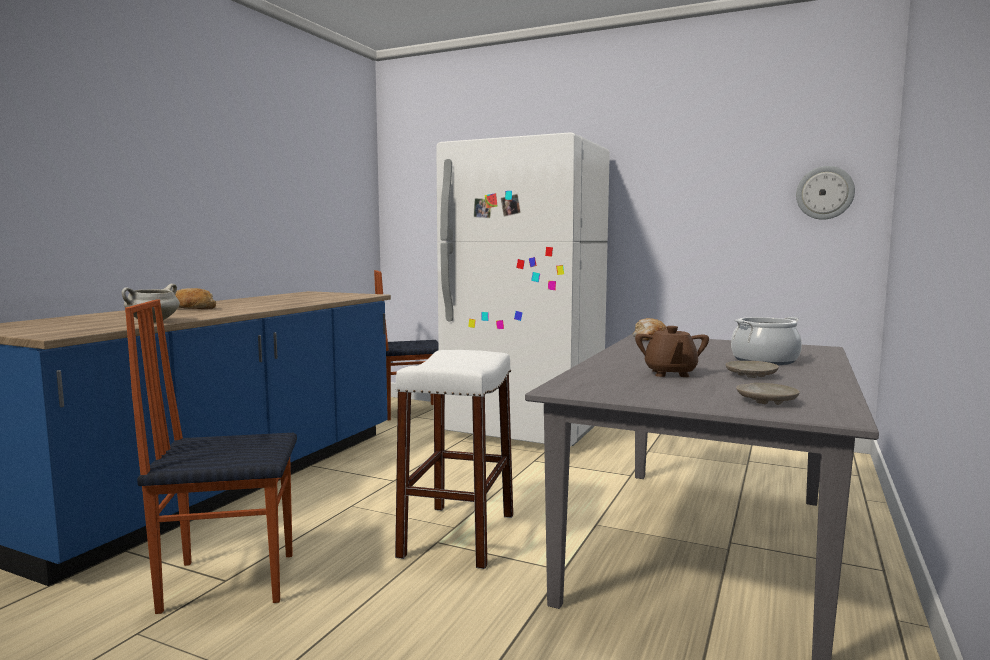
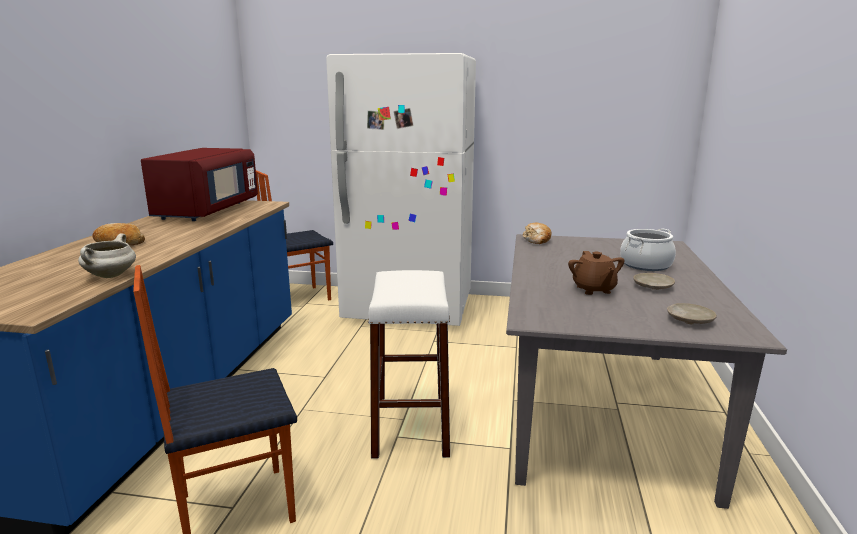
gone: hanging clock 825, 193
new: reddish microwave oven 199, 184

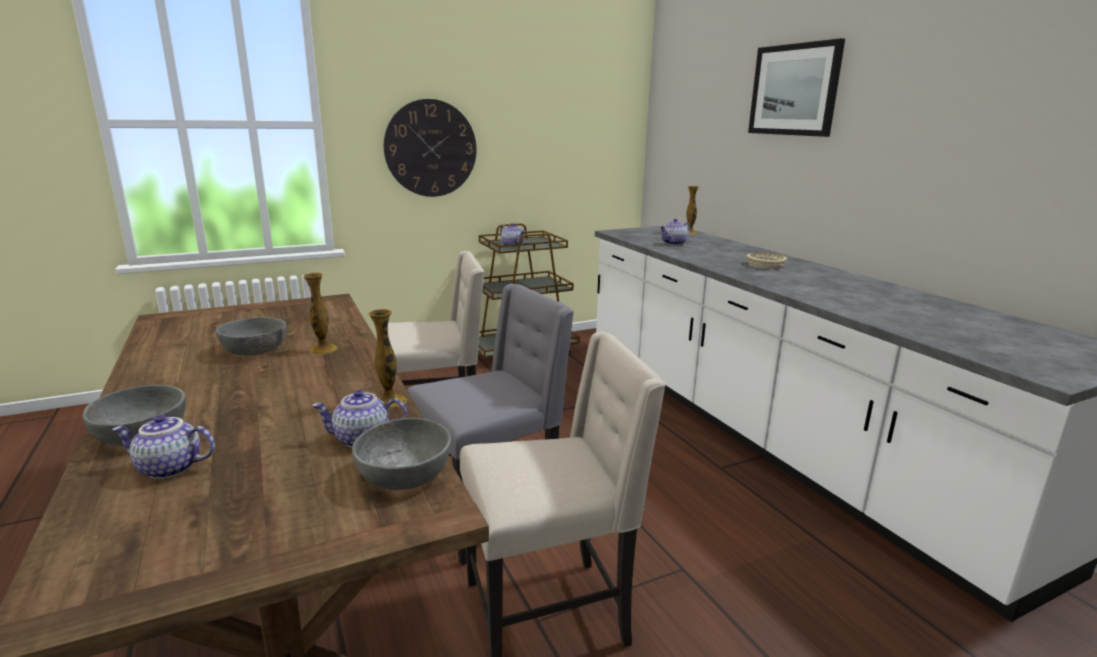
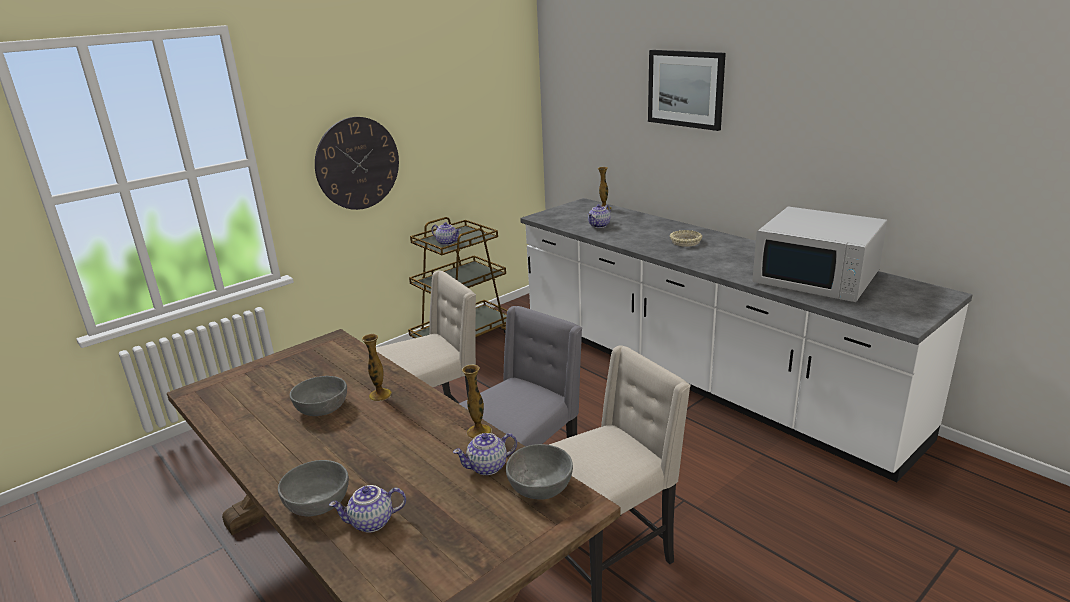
new: whitish microwave oven 819, 254

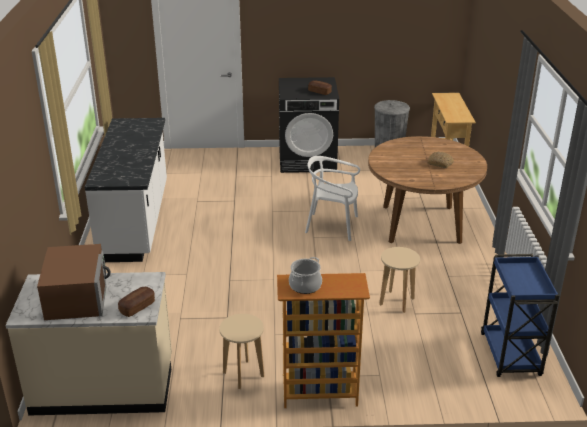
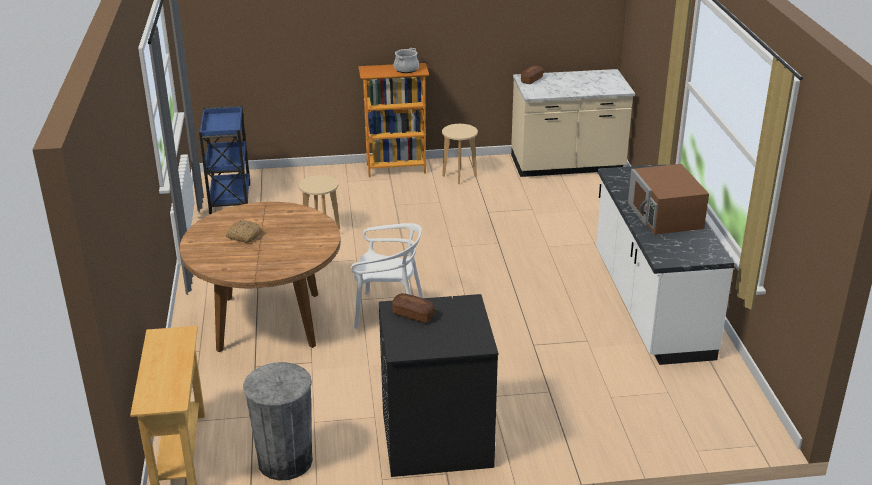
shifted: brownish microwave oven 74, 282 to 668, 199

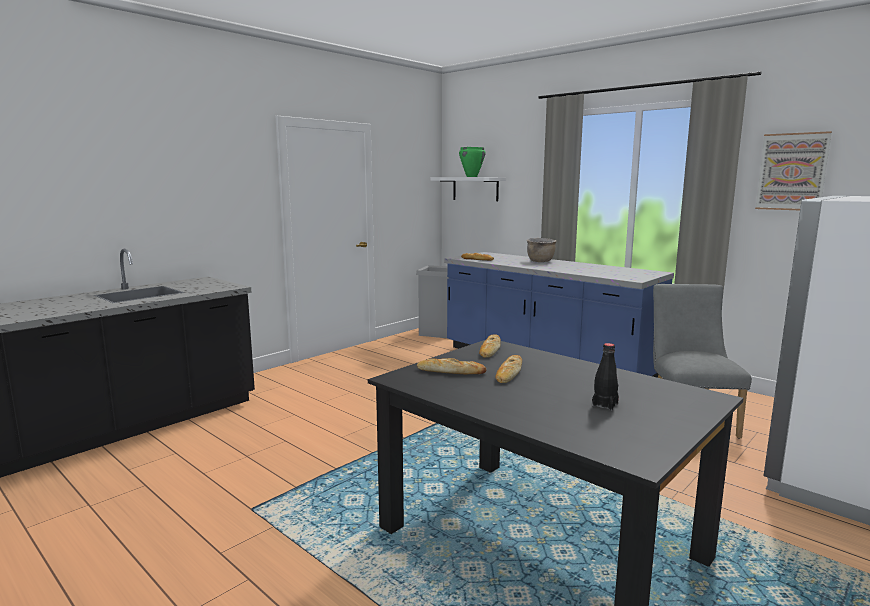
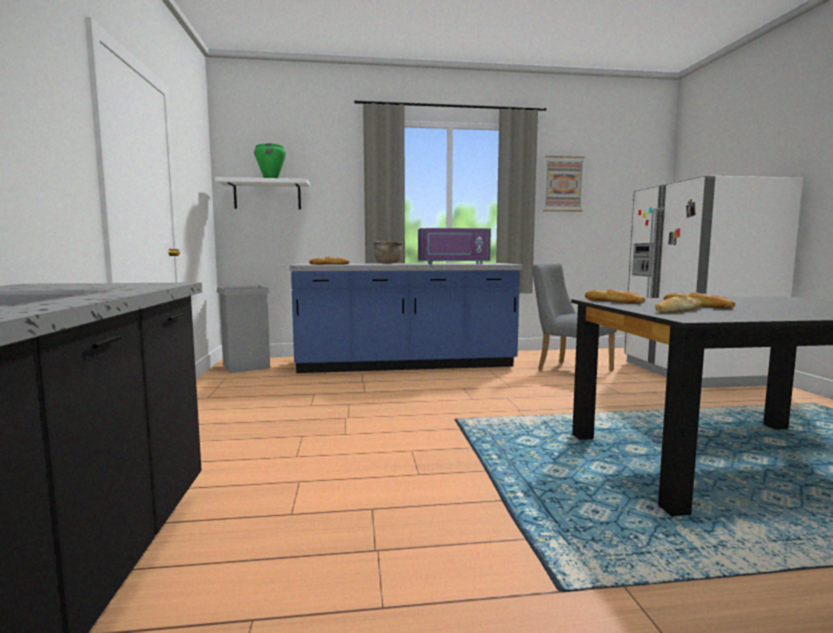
gone: black drink bottle 605, 377
new: purple microwave oven 454, 246

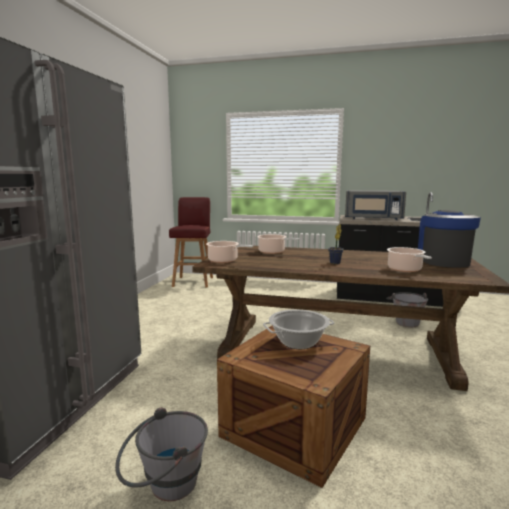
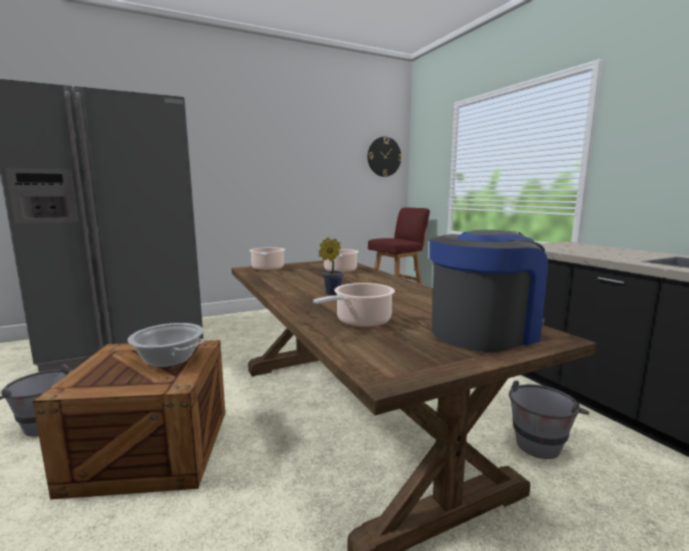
gone: greyish microwave oven 375, 205
new: hanging clock 384, 157

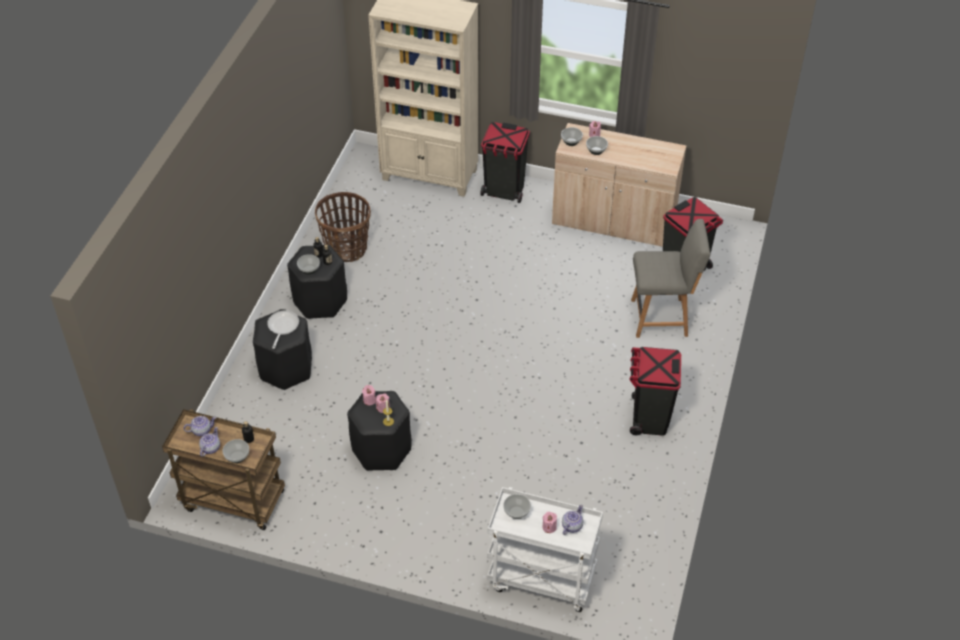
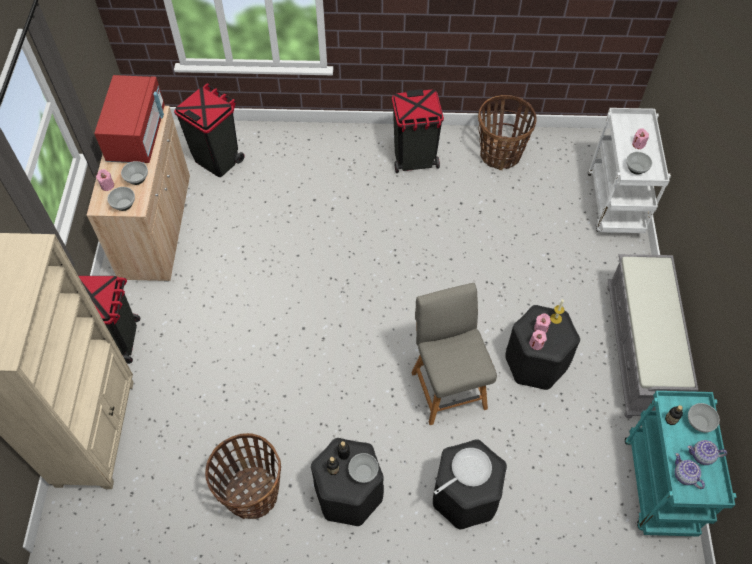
gone: pot for tea 573, 520
new: reddish microwave oven 129, 119; basket 507, 132; greyish long seat 652, 336
shifted: greyish plain chair 670, 278 to 454, 354
repainted: brownish wheeled cart 223, 469 to blue-green wheeled cart 680, 464
rotated: frying pan 283, 329 = 463, 471 150 degrees clockwise

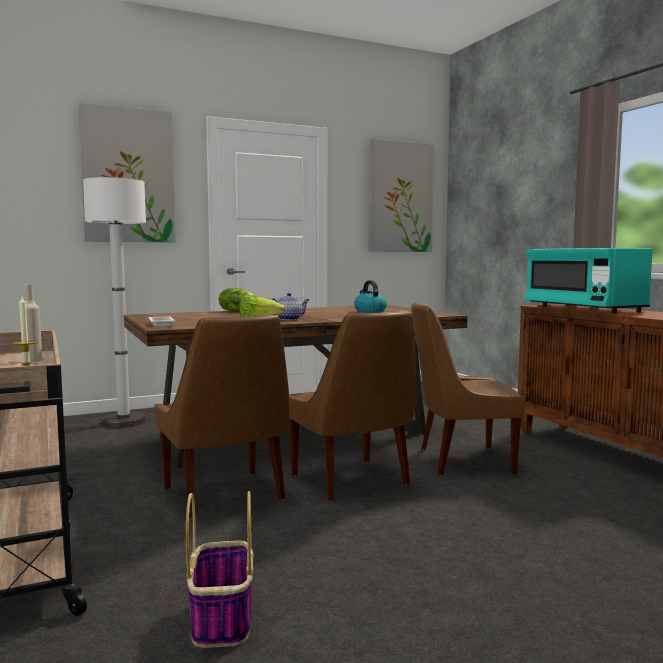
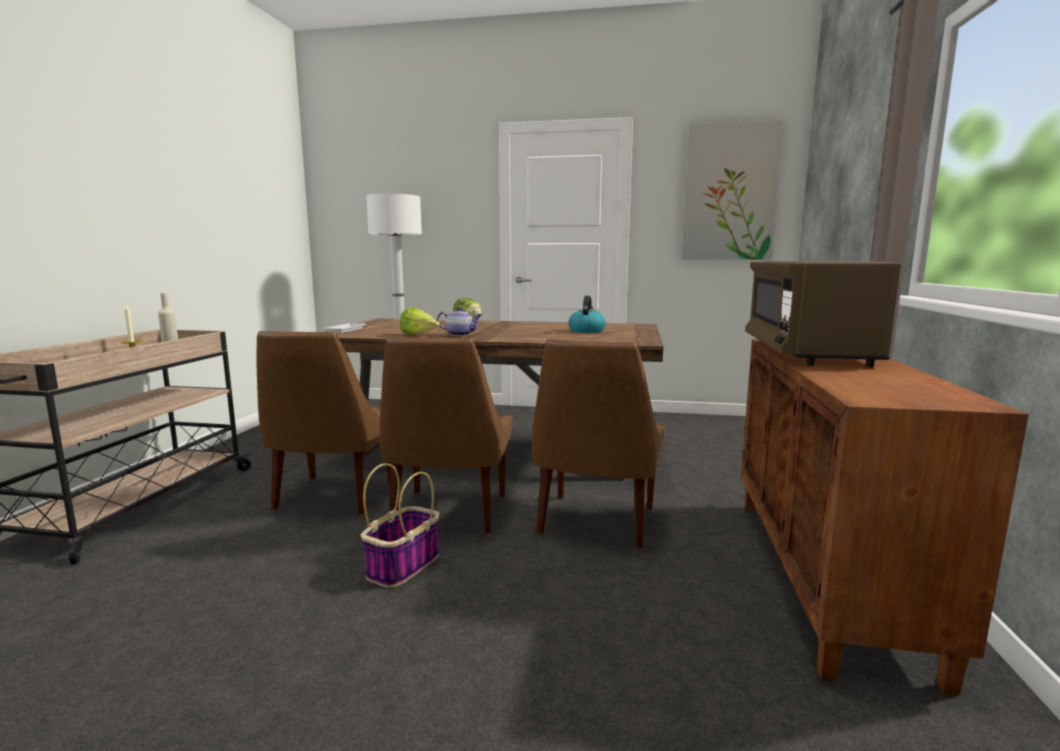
gone: wall picture 127, 172
shifted: basket 219, 569 to 400, 525
repainted: blue-green microwave oven 588, 281 to brownish microwave oven 823, 314
rotated: brownish plain chair 468, 389 = 598, 444 105 degrees counterclockwise

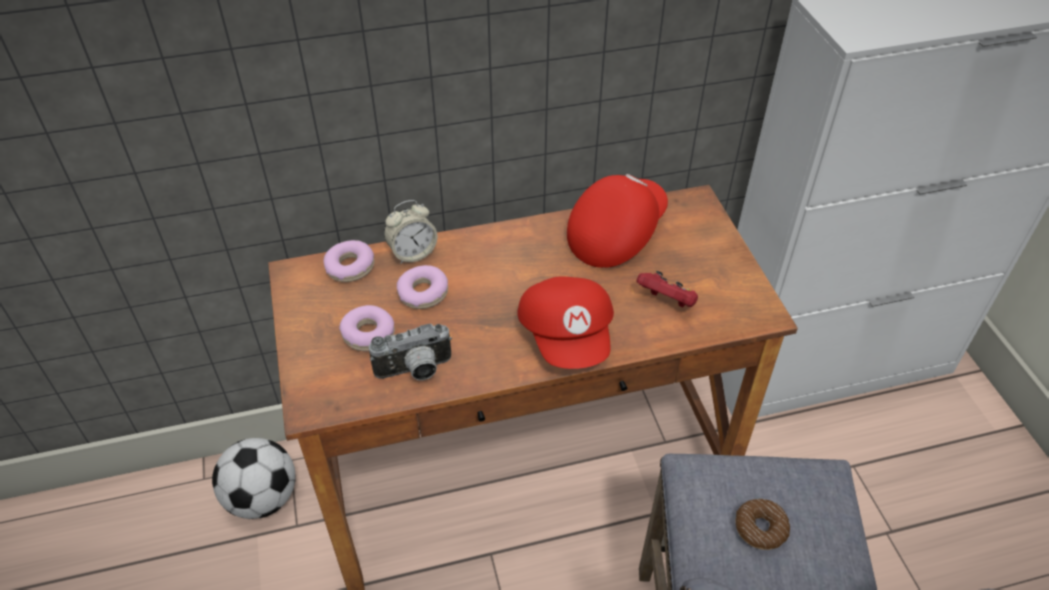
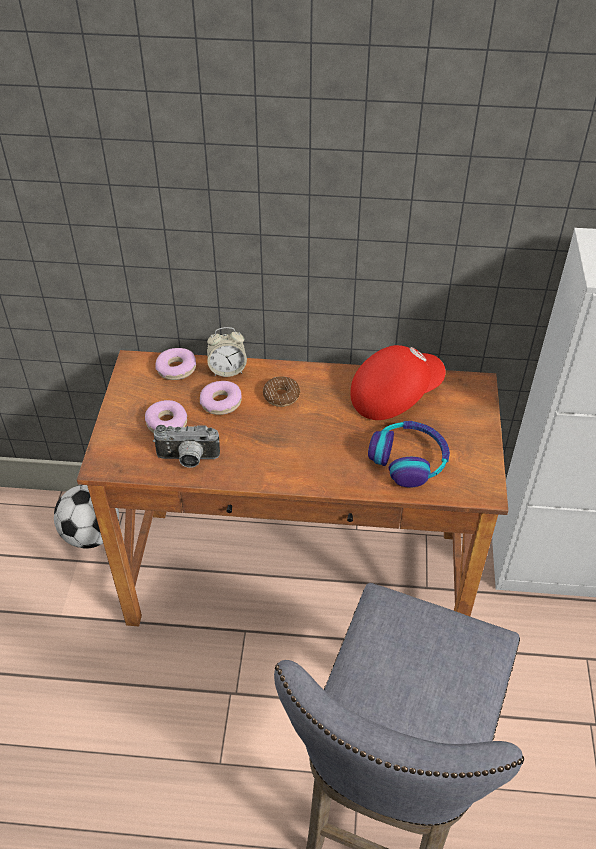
gone: reddish peaked cap 565, 322
shifted: donut 763, 524 to 281, 392
swapped: reddish gamepad 667, 289 to pair of headphones 409, 454

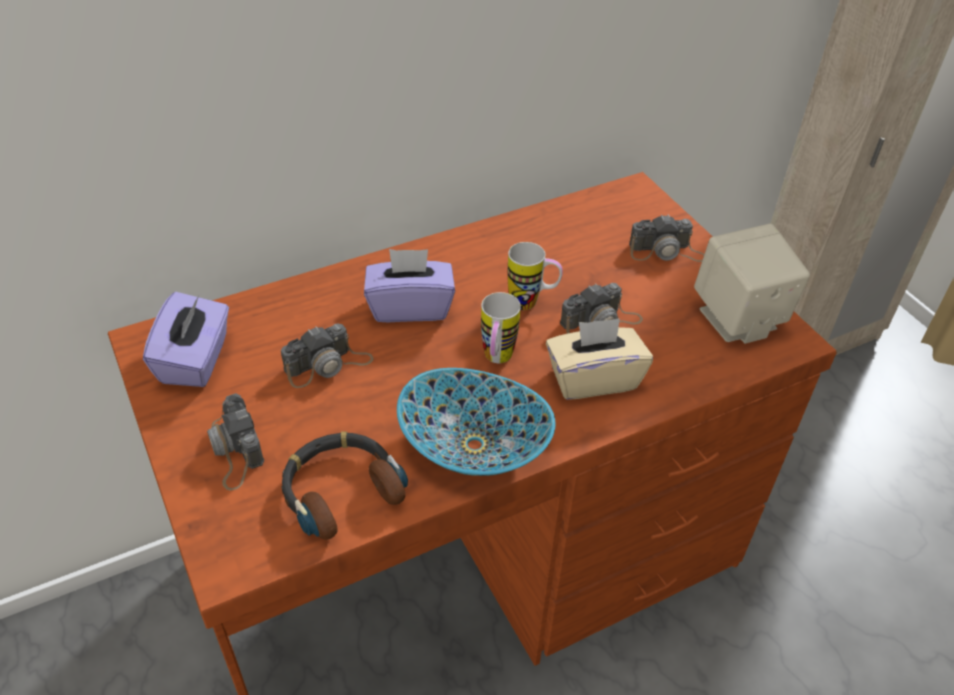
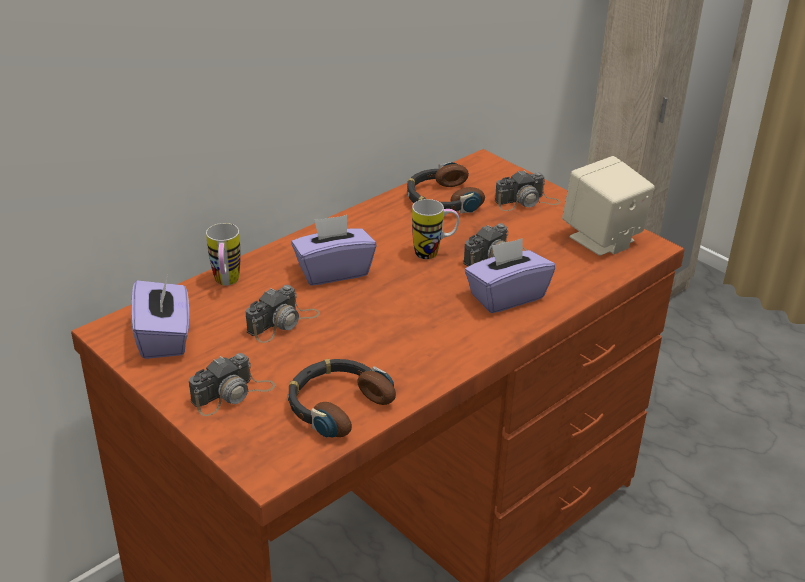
gone: bowl 476, 422
new: pair of headphones 446, 188
shifted: mug 501, 327 to 223, 254
repainted: sand-coloured tissue box 599, 359 to purple tissue box 510, 275
rotated: still camera 235, 442 = 232, 384 90 degrees counterclockwise

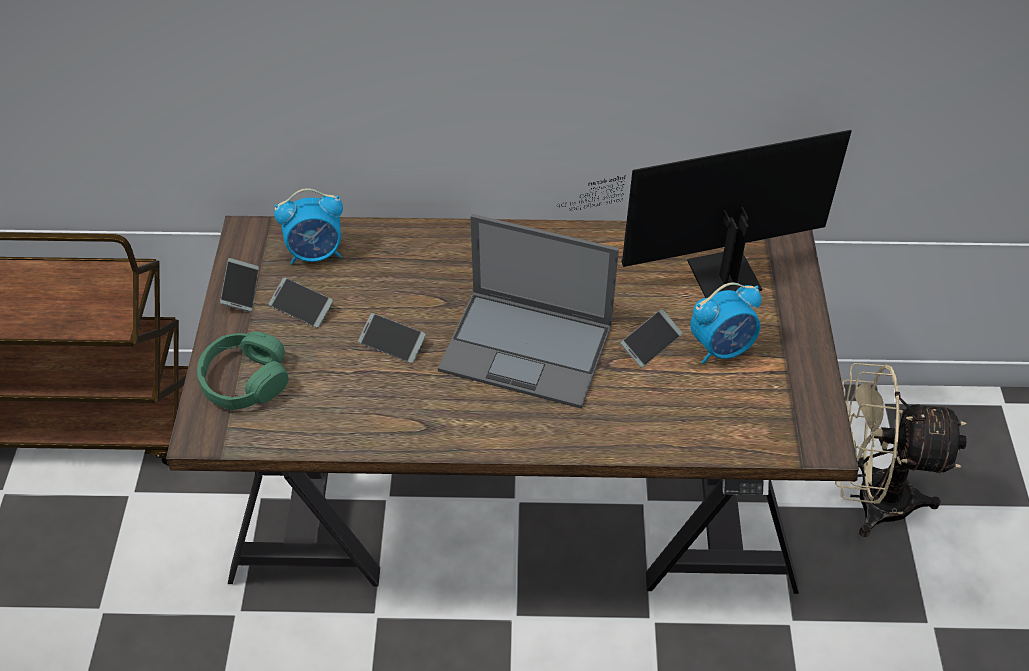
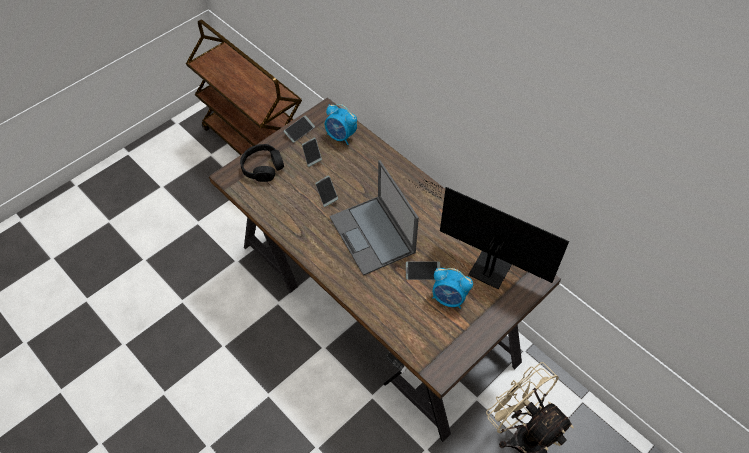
repainted: greenish pair of headphones 242, 370 to black pair of headphones 262, 163

